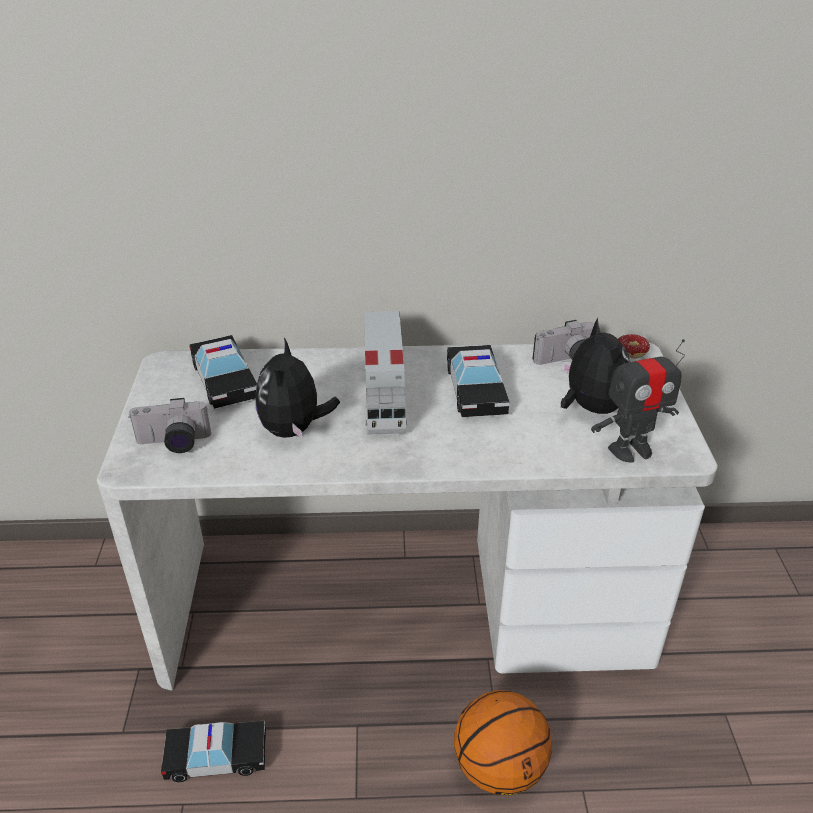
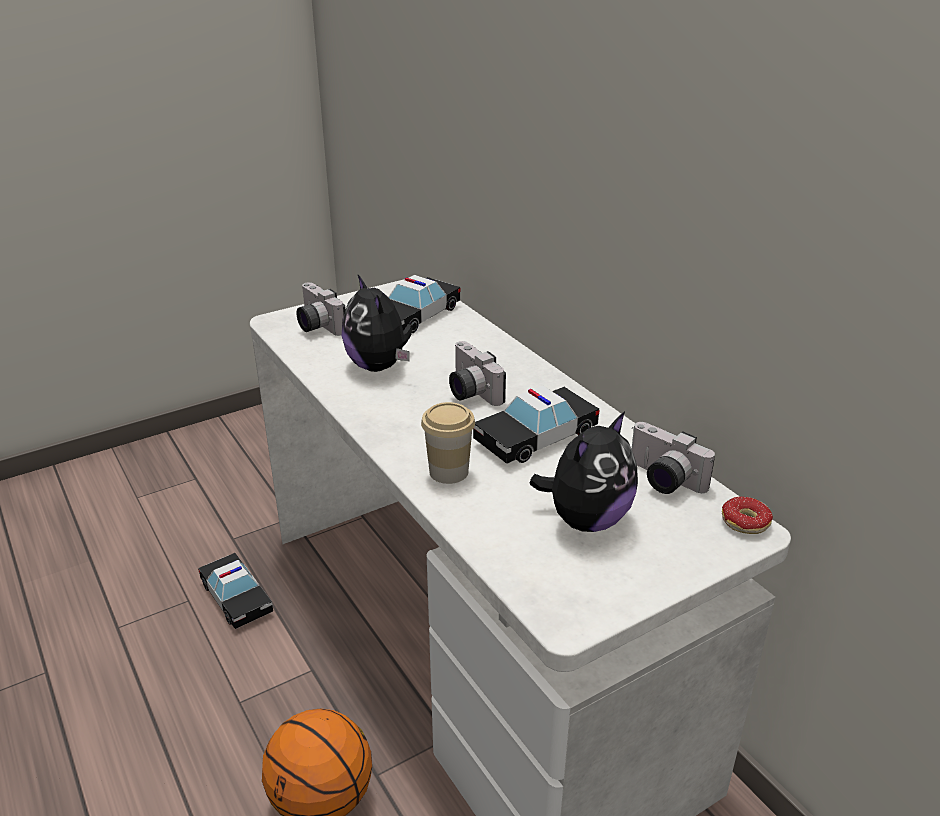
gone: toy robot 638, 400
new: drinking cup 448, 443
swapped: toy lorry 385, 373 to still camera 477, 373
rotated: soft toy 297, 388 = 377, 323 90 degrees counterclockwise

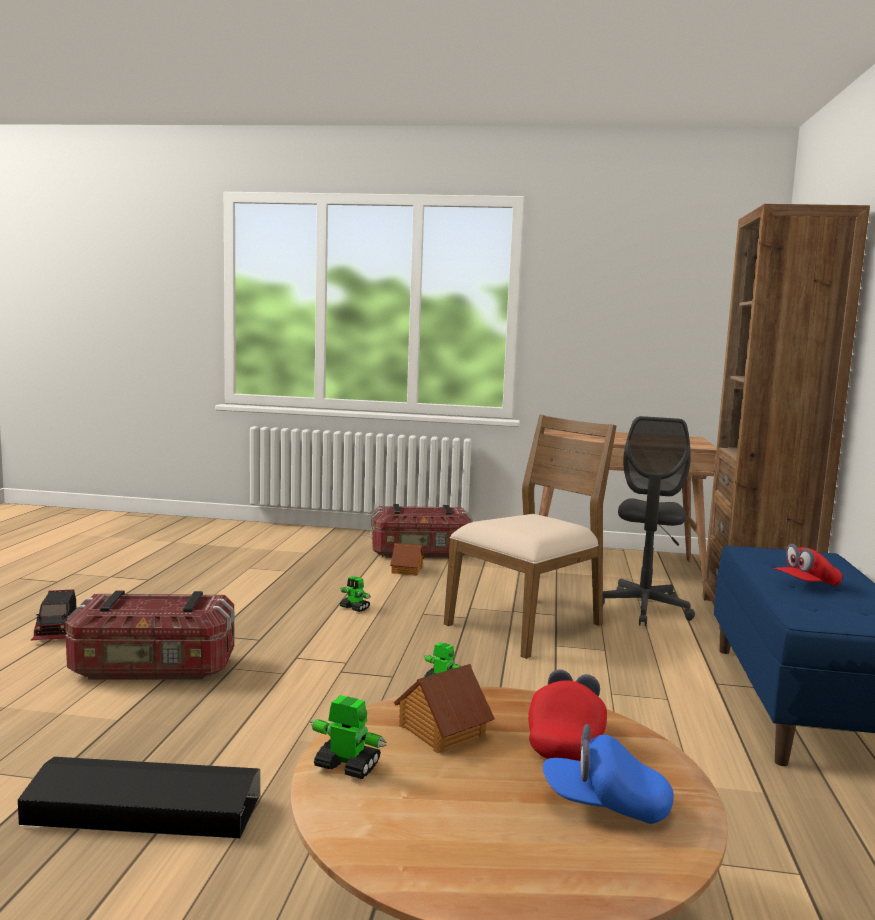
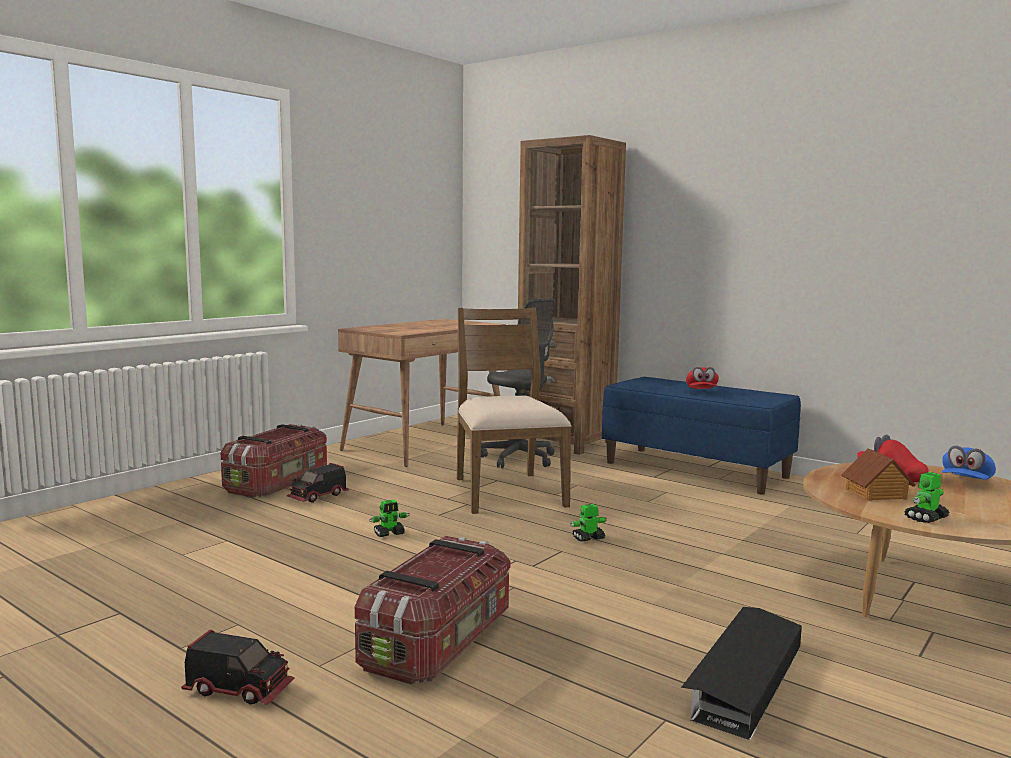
swapped: miniature house 407, 559 to toy lorry 318, 483

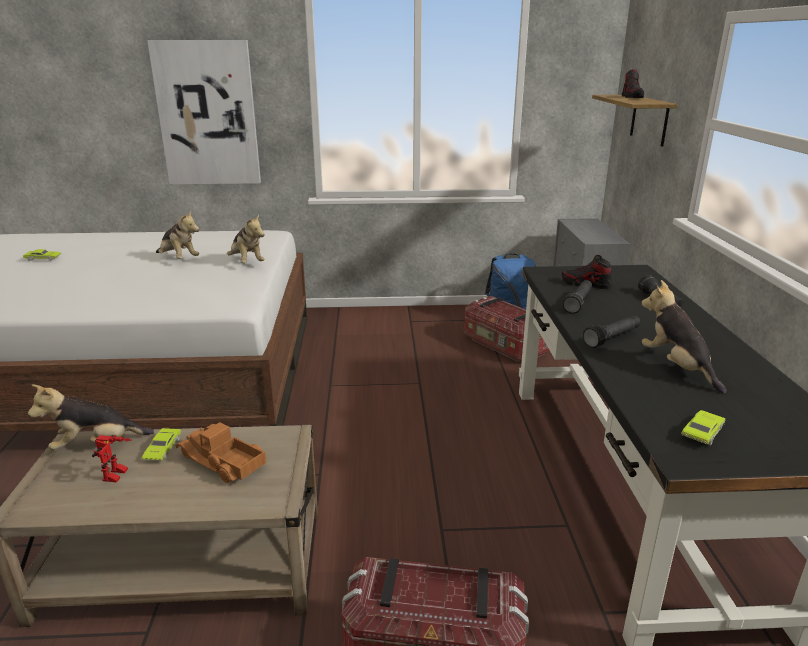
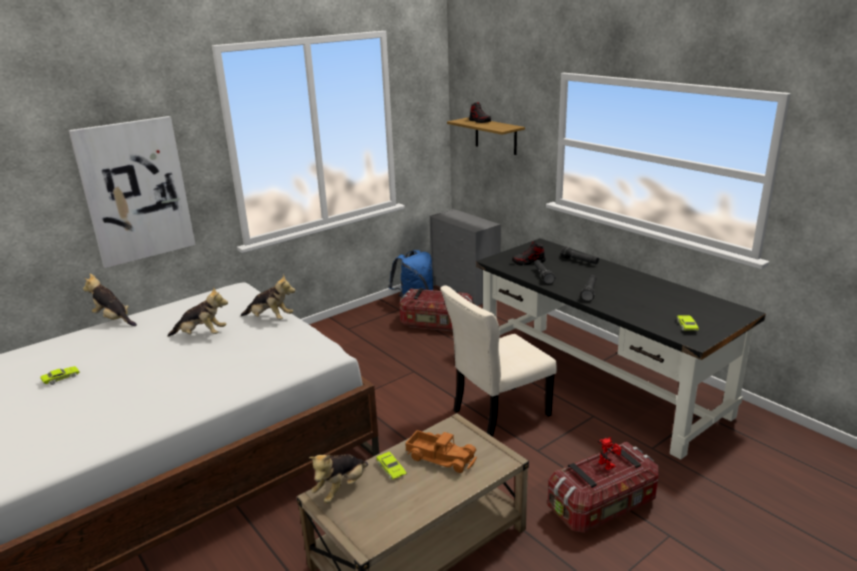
new: sand-coloured plain chair 498, 361
shifted: toy robot 111, 458 to 609, 453; soft toy 684, 336 to 110, 300
rotated: toy lorry 221, 452 = 441, 451 150 degrees counterclockwise

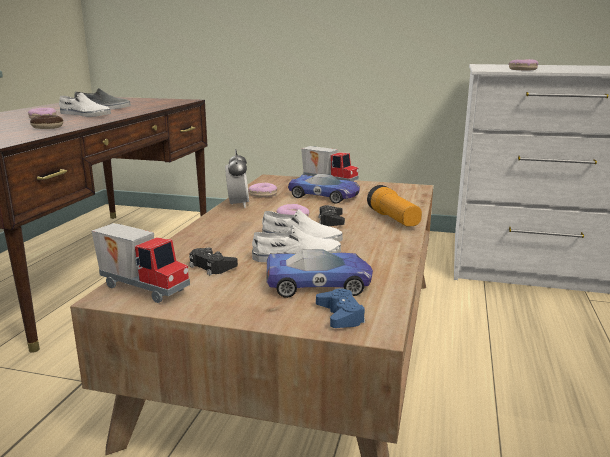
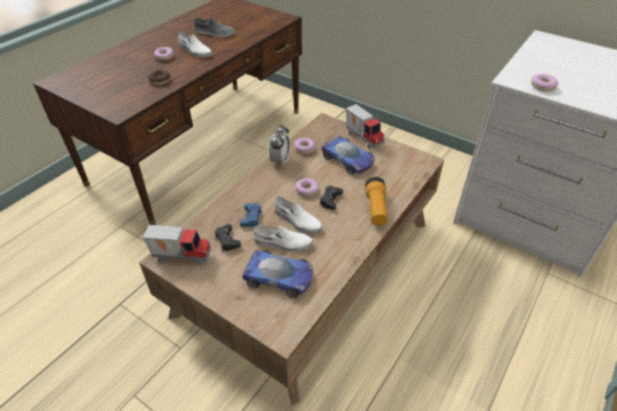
shifted: blue gamepad 340, 308 to 251, 215
rotated: toy lorry 141, 263 = 177, 245 45 degrees counterclockwise

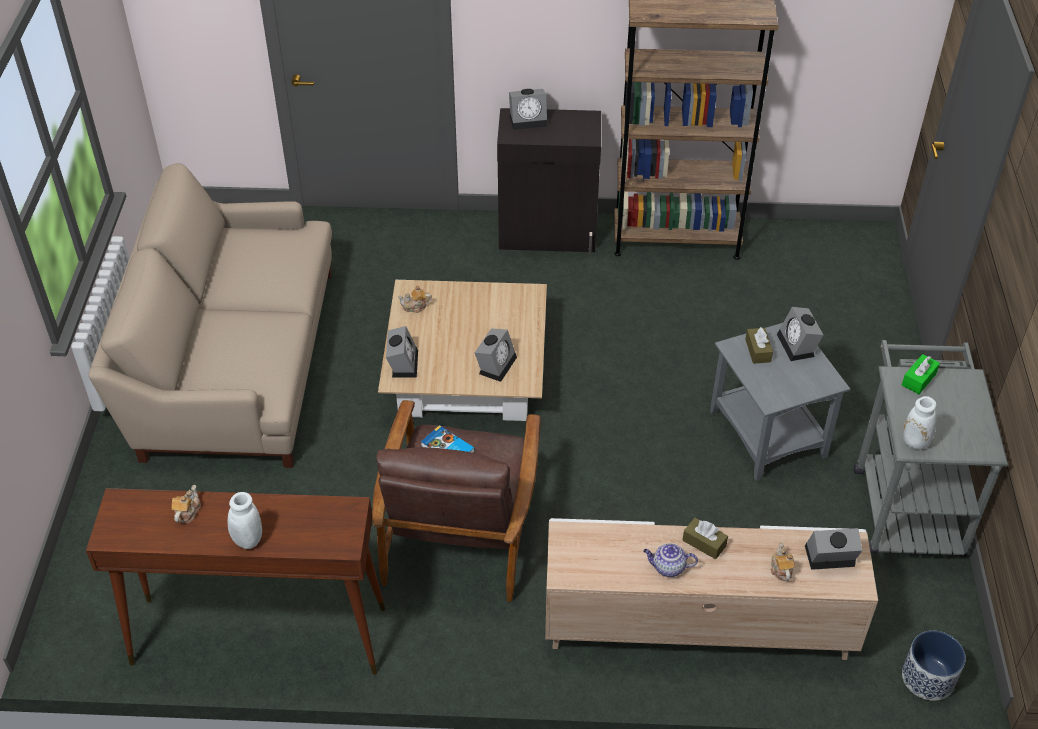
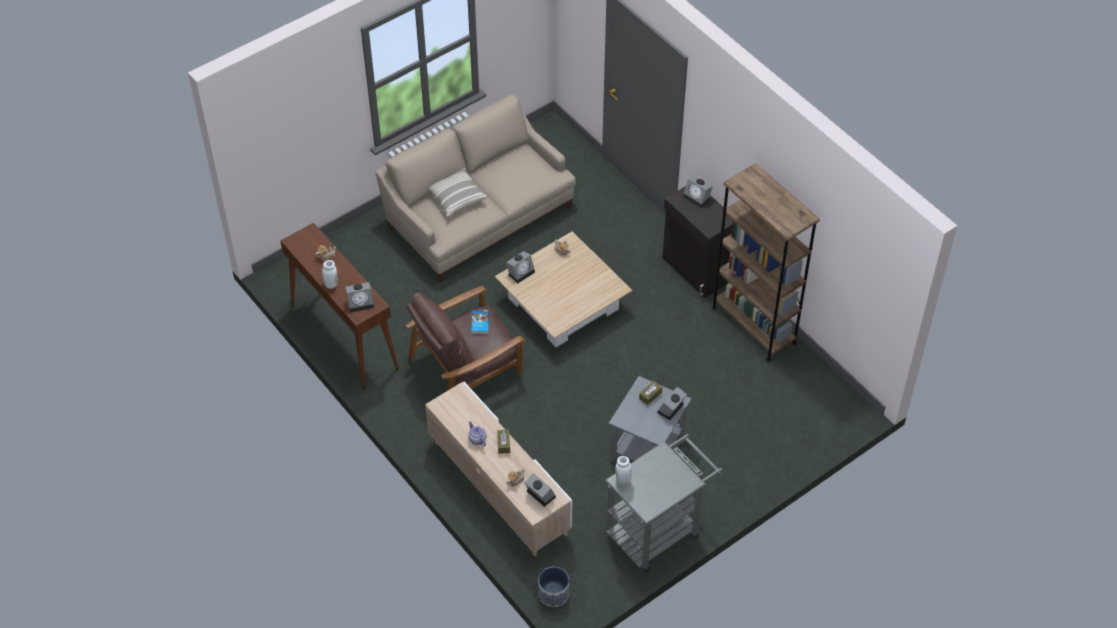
gone: greenish tissue box 921, 374
new: cushion 458, 192
shifted: bedside clock 496, 355 to 359, 297

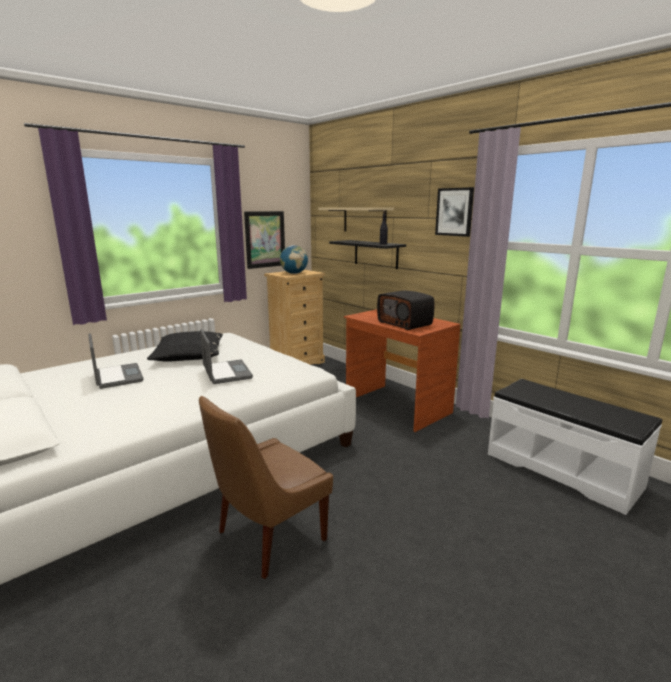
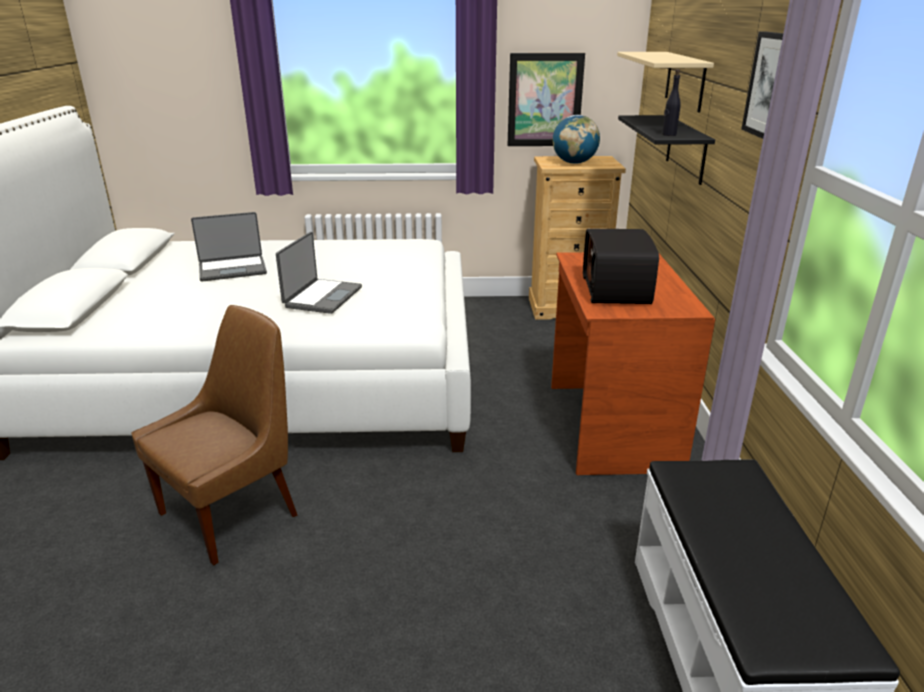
gone: black cushion 185, 346
rotated: portable computer 116, 361 = 229, 247 60 degrees clockwise; brownish plain chair 266, 487 = 215, 435 135 degrees clockwise

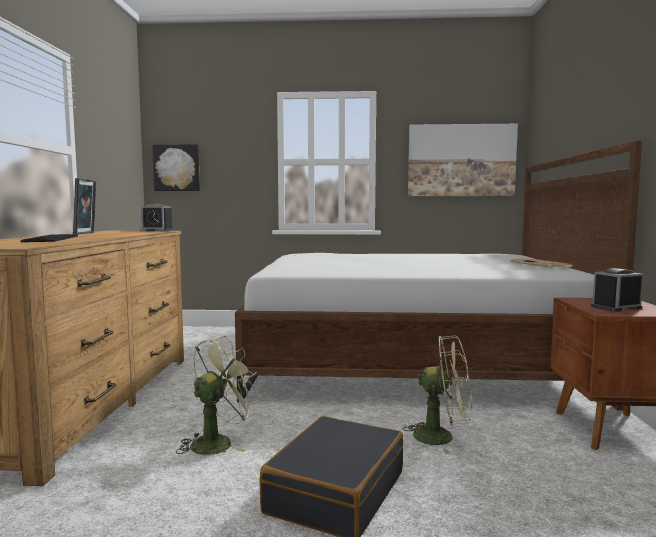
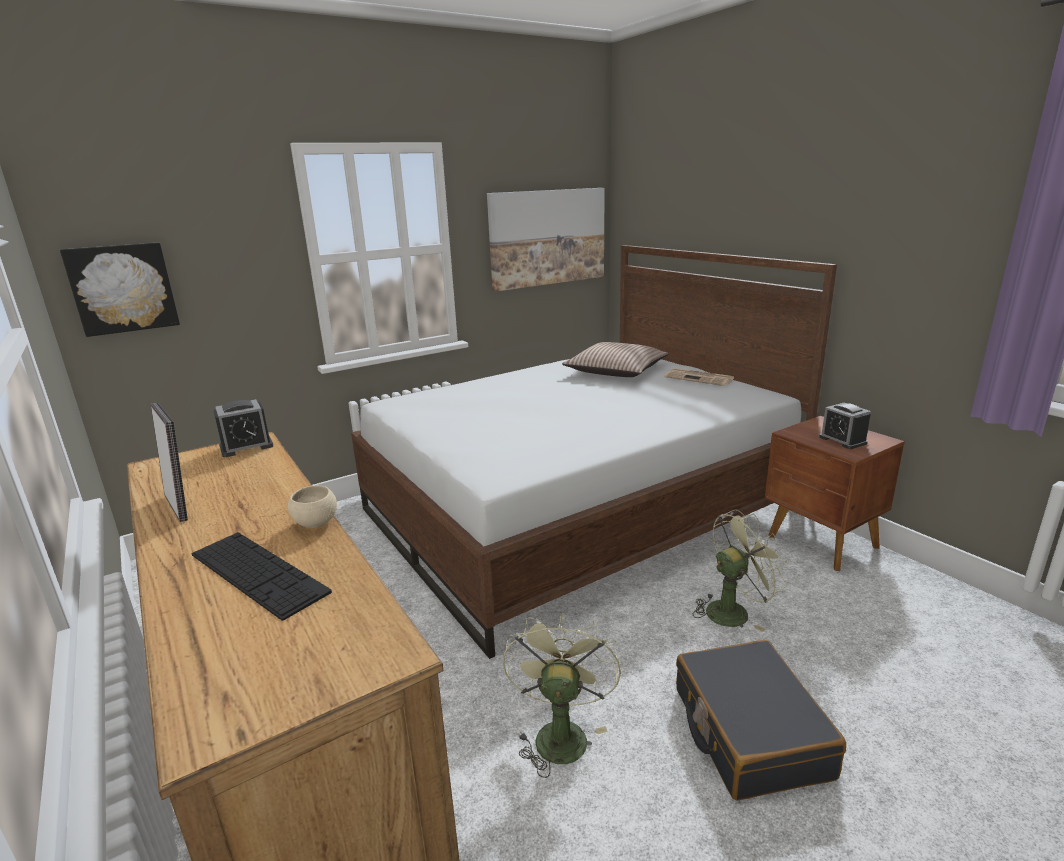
new: sand-coloured bowl 312, 506; cushion 615, 359
rotated: bedside clock 617, 290 = 845, 426 60 degrees counterclockwise

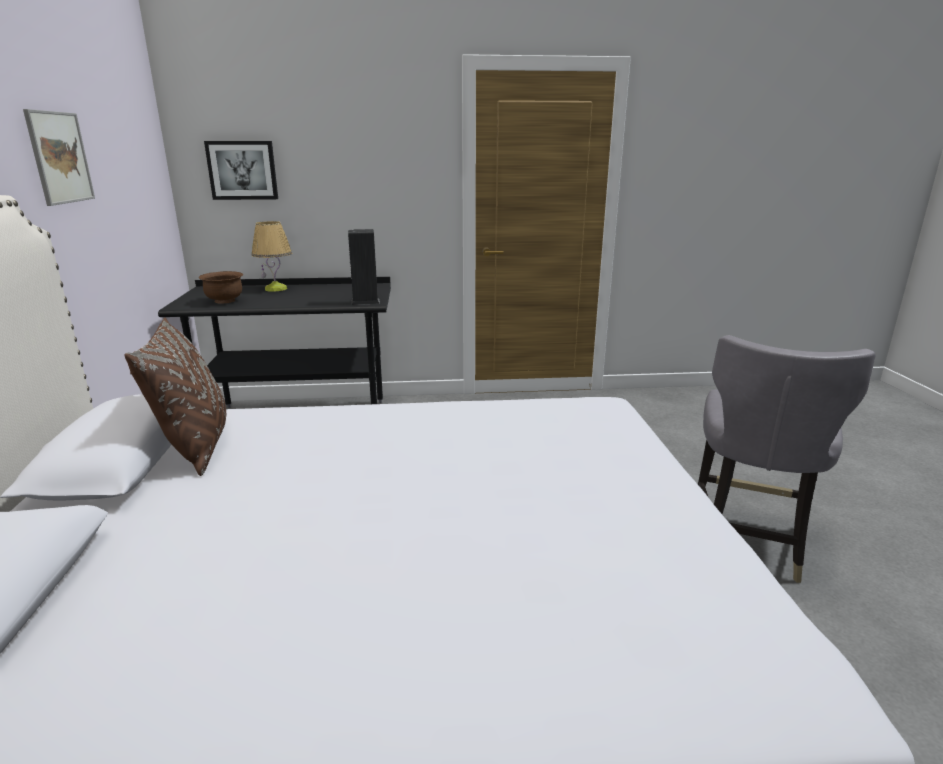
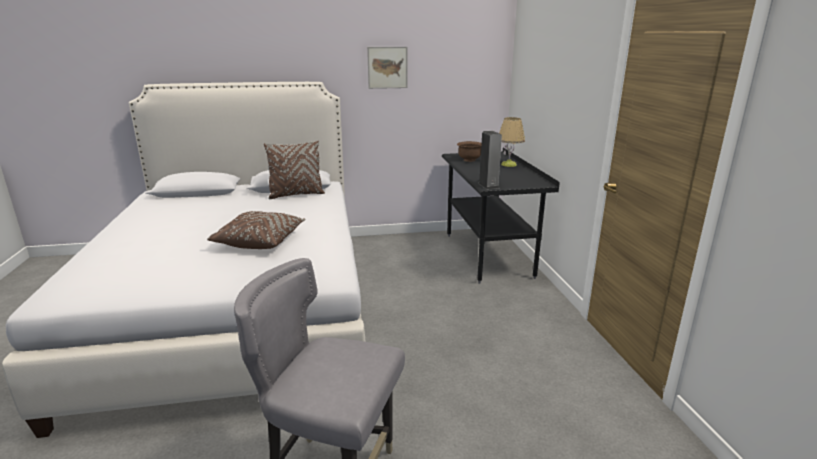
gone: wall picture 241, 170
new: brownish cushion 256, 230

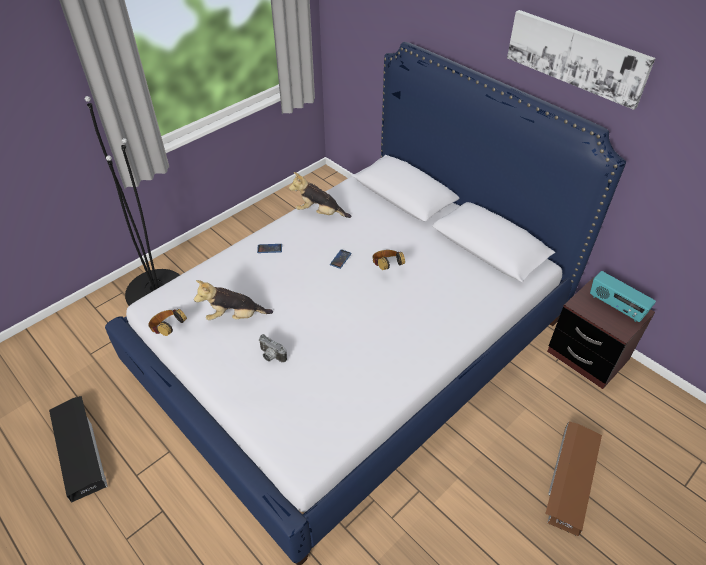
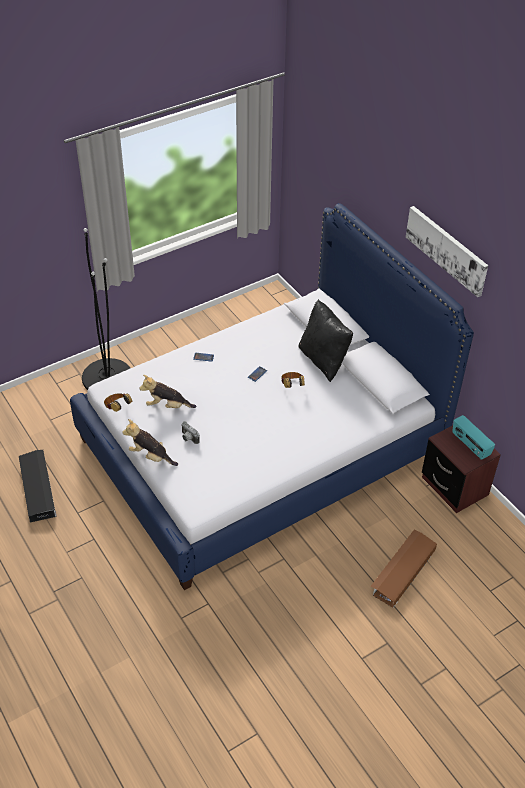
new: black cushion 326, 340
shifted: soft toy 320, 195 to 150, 442

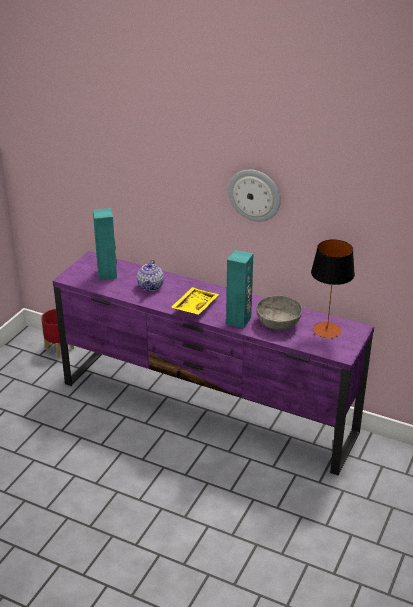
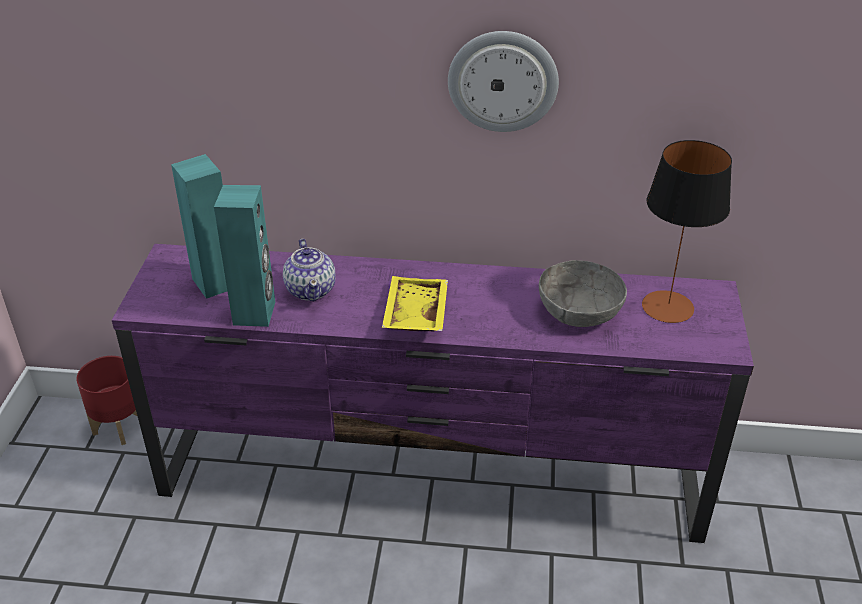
shifted: blue-green speaker 240, 289 to 244, 256

